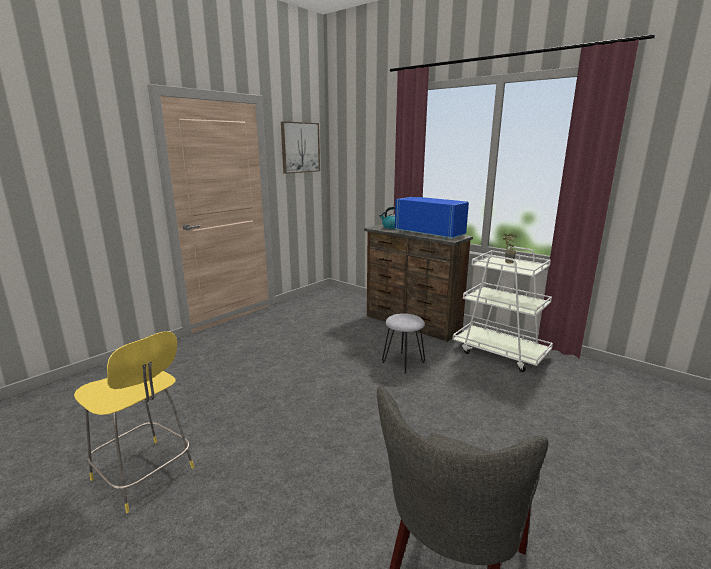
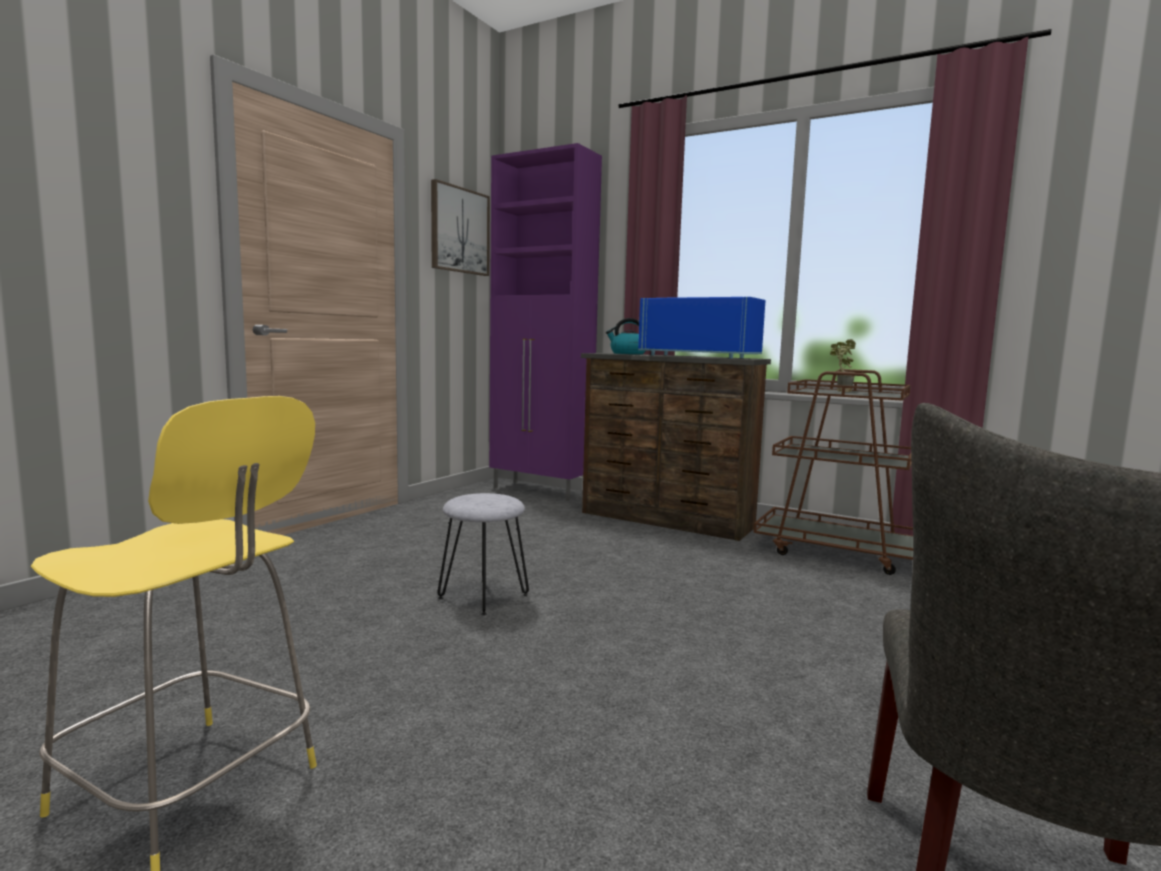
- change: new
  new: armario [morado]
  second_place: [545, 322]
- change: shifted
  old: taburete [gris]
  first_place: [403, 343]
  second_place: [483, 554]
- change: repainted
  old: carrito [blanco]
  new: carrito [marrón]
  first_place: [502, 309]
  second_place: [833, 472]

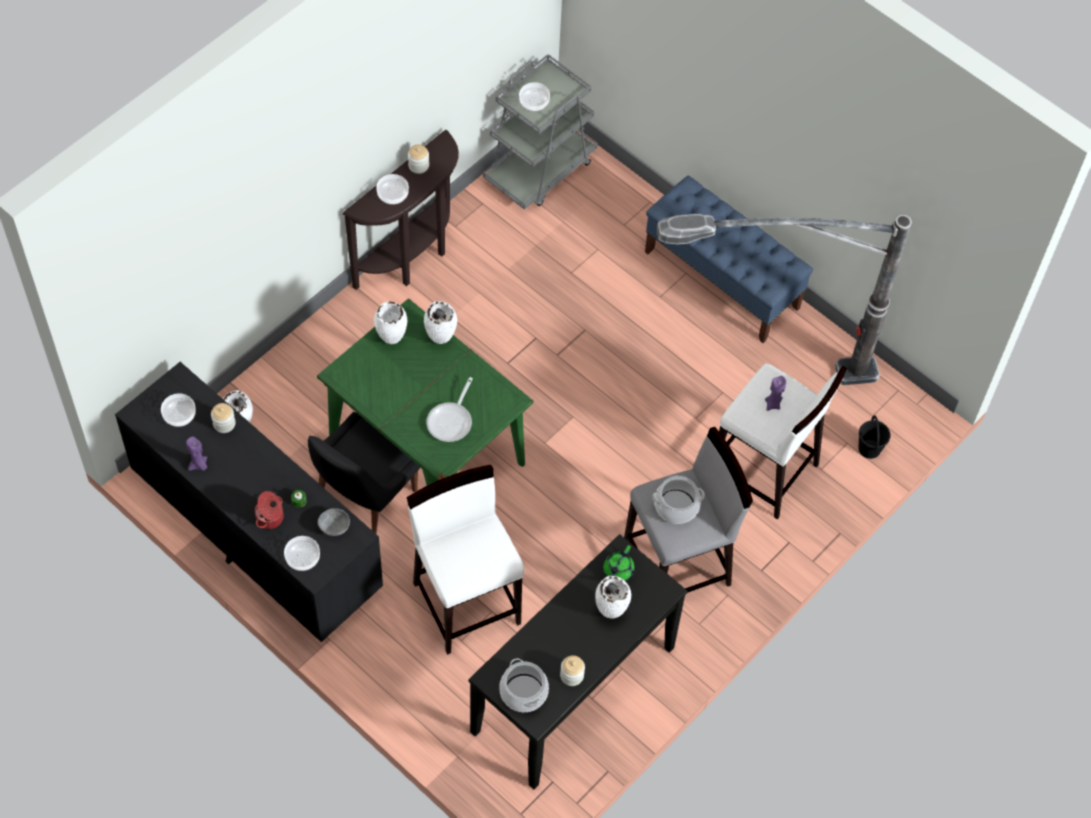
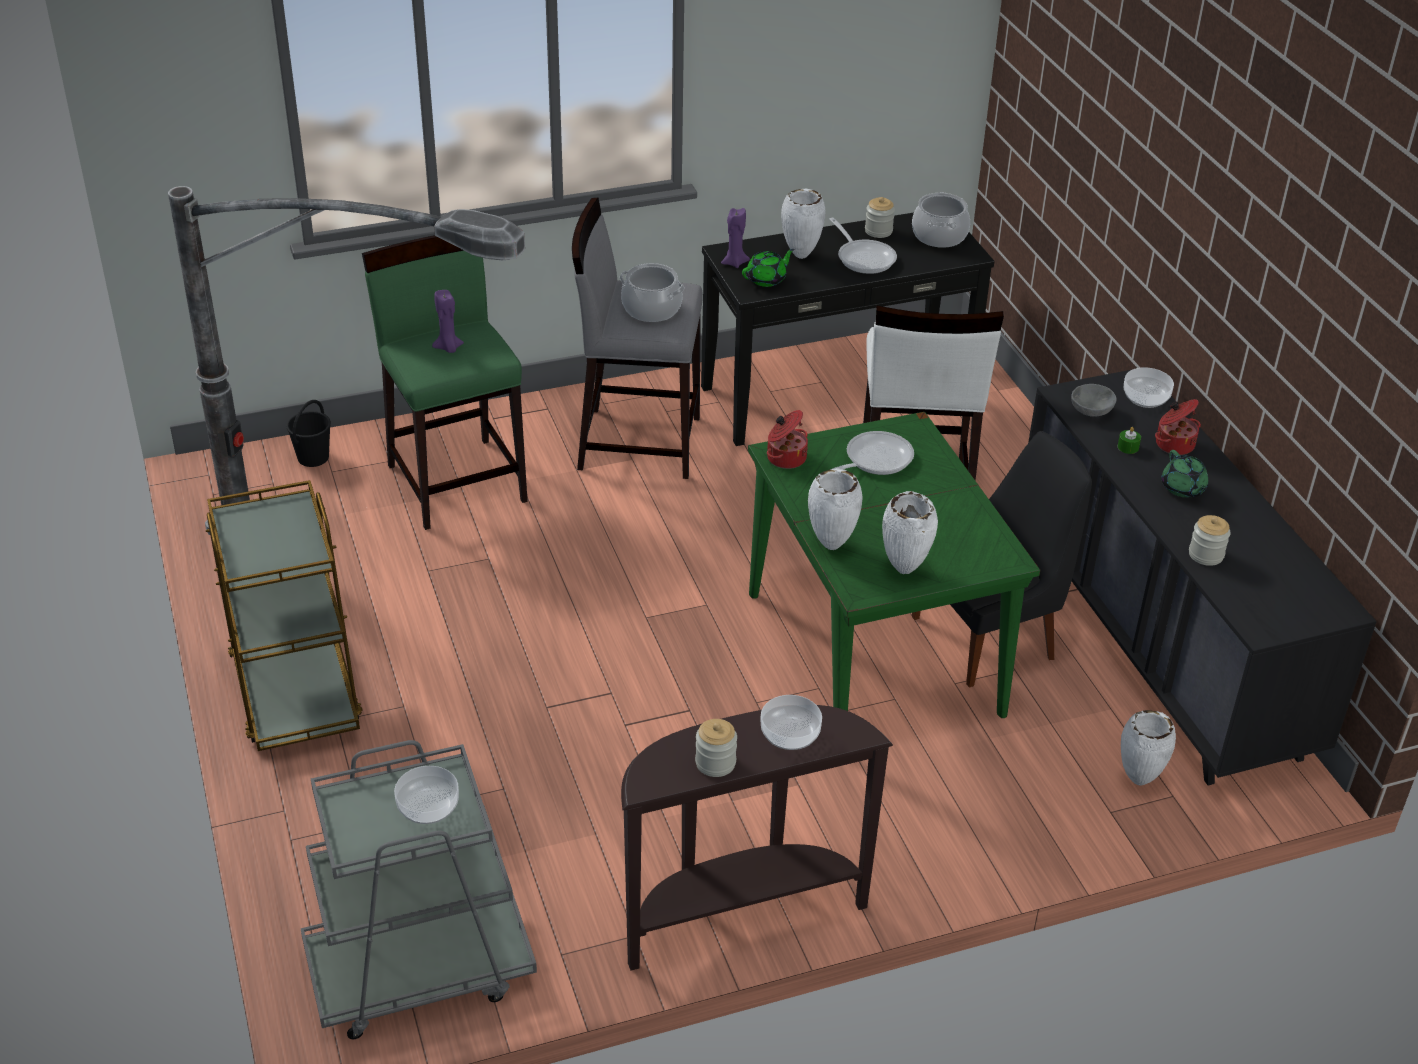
- change: gone
  old: cuenco
  first_place: [178, 410]
- change: new
  new: olla
  second_place: [787, 439]
- change: new
  new: sartén
  second_place: [863, 246]
- change: new
  new: tetera [verde]
  second_place: [1184, 474]
- change: shifted
  old: vela [morado]
  first_place: [196, 454]
  second_place: [735, 238]
- change: swapped
  old: banco [azul]
  new: carrito [marrón]
  first_place: [729, 259]
  second_place: [284, 615]
- change: repainted
  old: taburete [blanco]
  new: taburete [verde]
  first_place: [783, 441]
  second_place: [445, 382]

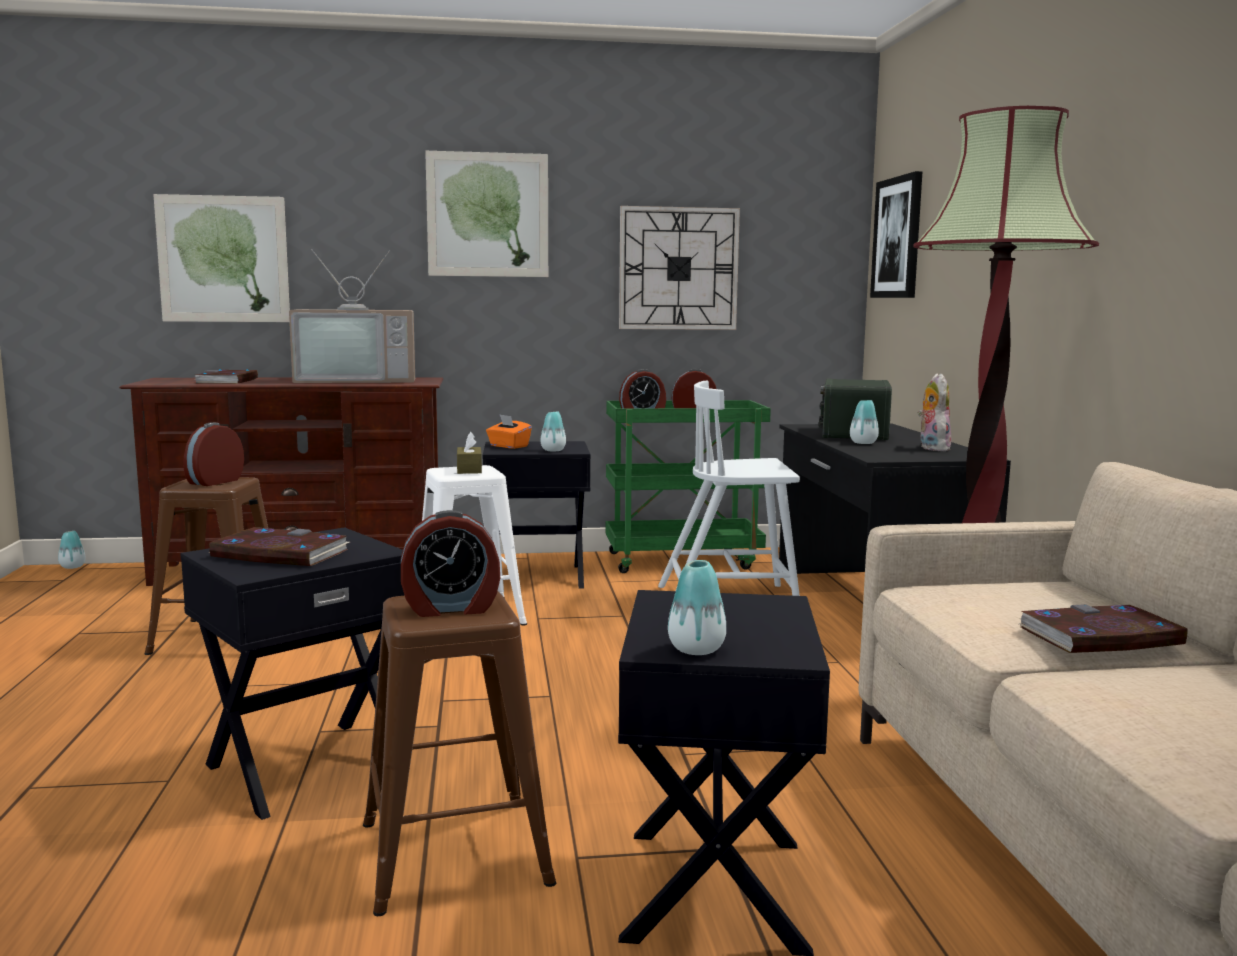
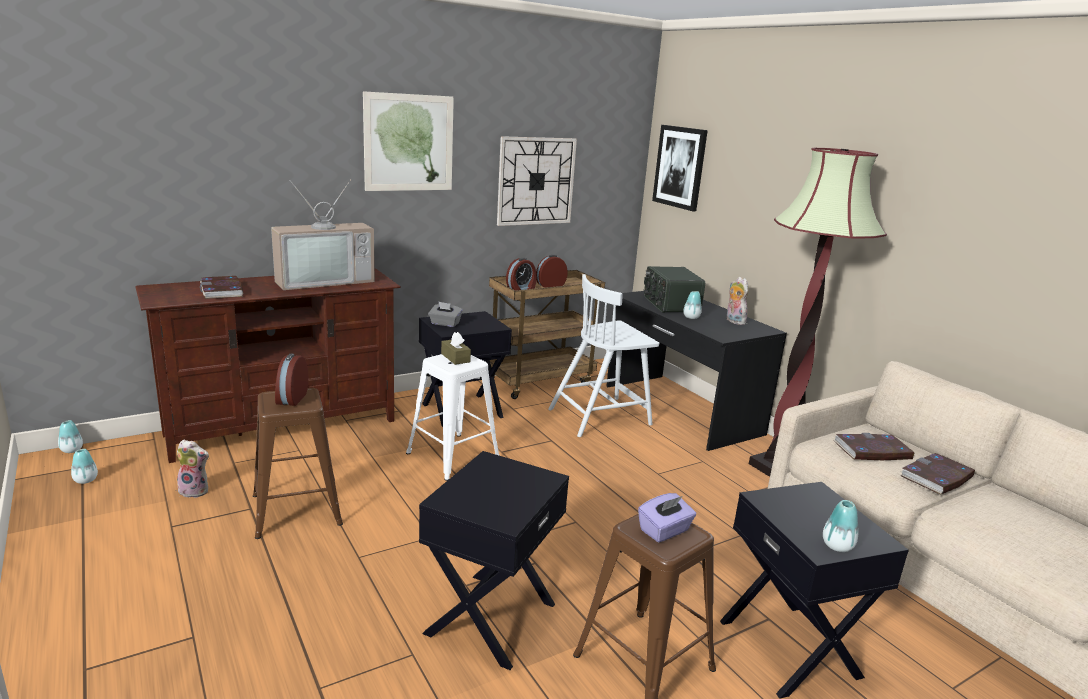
- change: gone
  old: cuadro
  first_place: [222, 258]
- change: new
  new: peluche
  second_place: [192, 469]
- change: shifted
  old: libro
  first_place: [279, 546]
  second_place: [874, 446]
- change: shifted
  old: florero
  first_place: [553, 431]
  second_place: [84, 466]
- change: swapped
  old: despertador
  new: caja de pañuelos [morado]
  first_place: [450, 563]
  second_place: [667, 517]
- change: repainted
  old: caja de pañuelos [naranja]
  new: caja de pañuelos [gris]
  first_place: [509, 432]
  second_place: [445, 314]
- change: repainted
  old: carrito [verde]
  new: carrito [marrón]
  first_place: [688, 486]
  second_place: [547, 334]

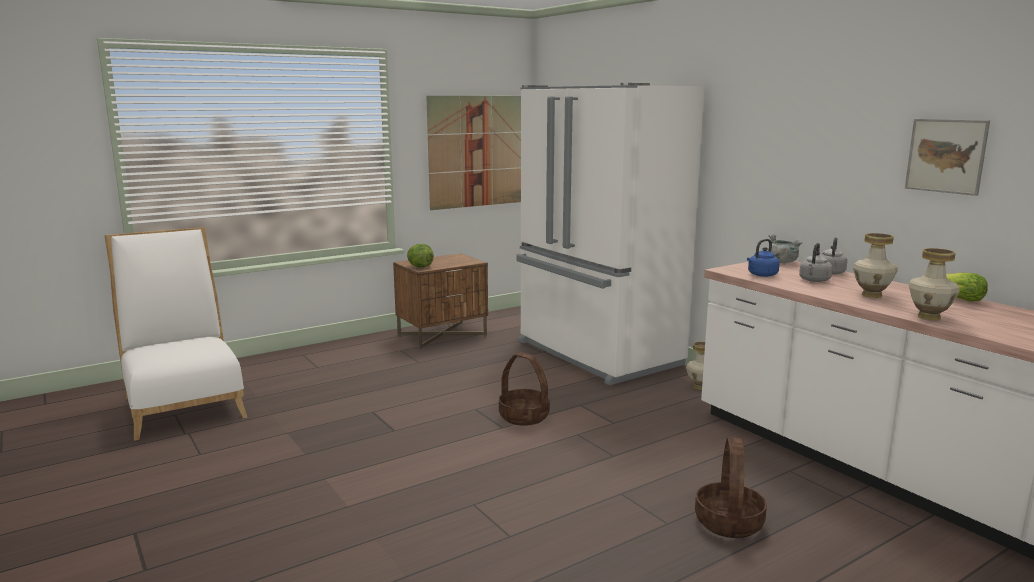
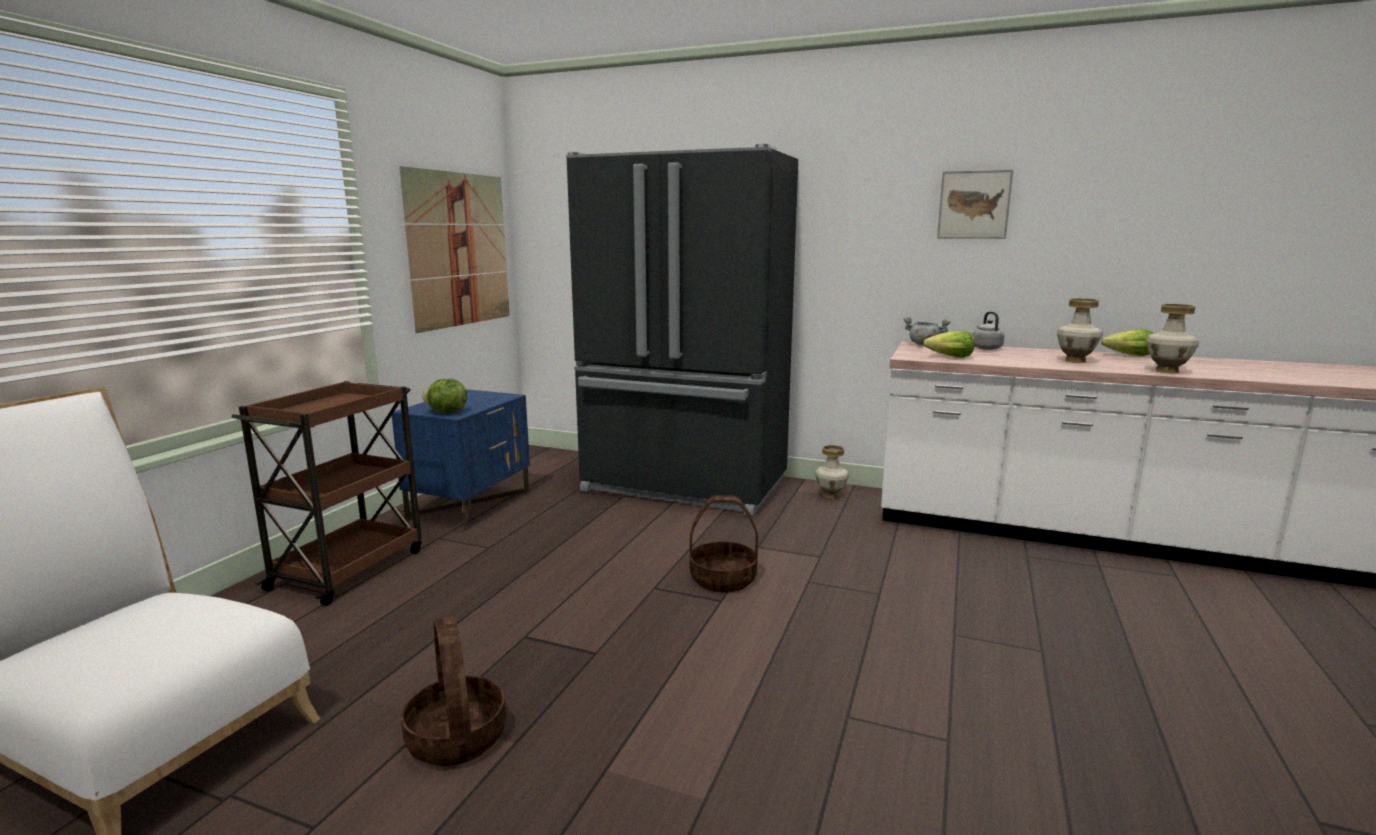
- change: gone
  old: hervidor [gris]
  first_place: [815, 262]
- change: new
  new: carrito [marrón]
  second_place: [326, 493]
- change: shifted
  old: cesta
  first_place: [731, 487]
  second_place: [453, 691]
- change: shifted
  old: cuadro
  first_place: [947, 157]
  second_place: [975, 204]
- change: swapped
  old: hervidor [azul]
  new: lechuga
  first_place: [763, 258]
  second_place: [949, 344]
- change: repainted
  old: mesita de noche [marrón]
  new: mesita de noche [azul]
  first_place: [440, 301]
  second_place: [461, 459]
- change: repainted
  old: nevera [blanco]
  new: nevera [negro]
  first_place: [610, 234]
  second_place: [682, 330]

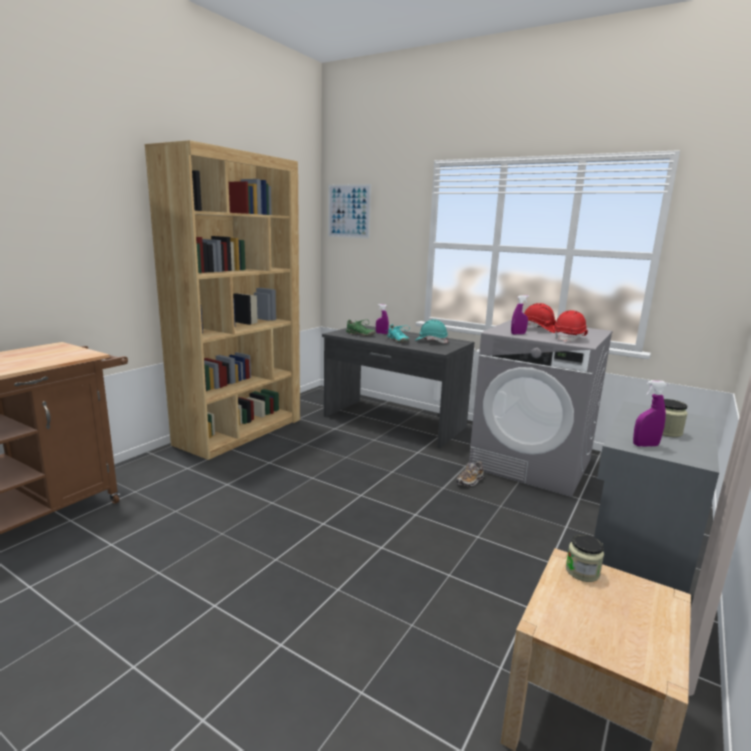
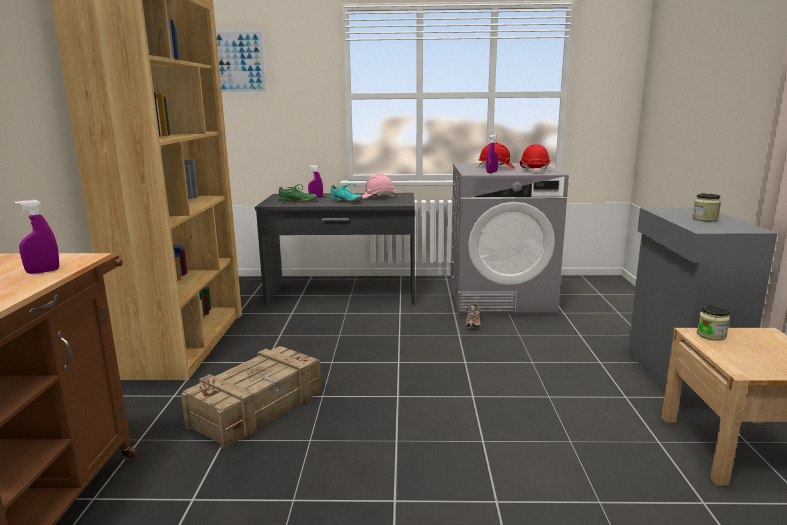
- change: new
  new: caja de embalaje
  second_place: [251, 398]
- change: shifted
  old: pulverizador [morado]
  first_place: [650, 414]
  second_place: [37, 237]
- change: repainted
  old: casco [turquesa]
  new: casco [rosa]
  first_place: [431, 331]
  second_place: [378, 186]

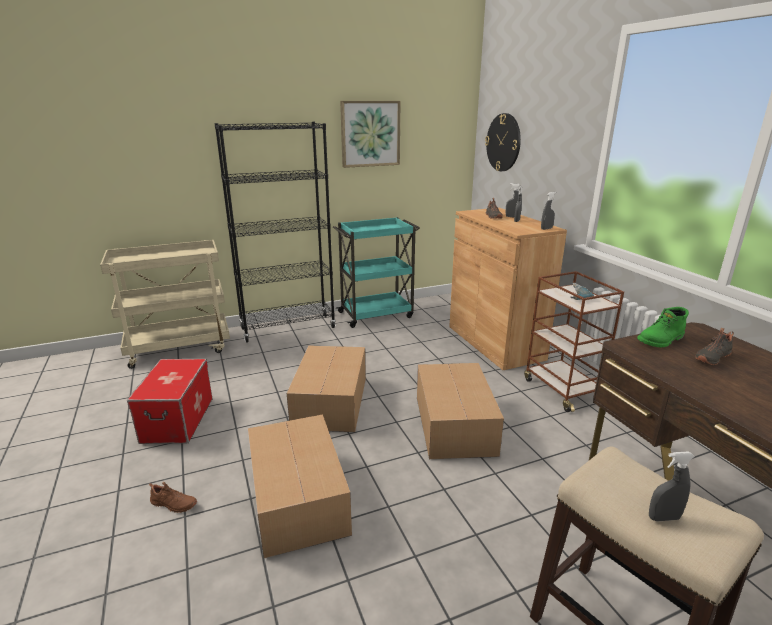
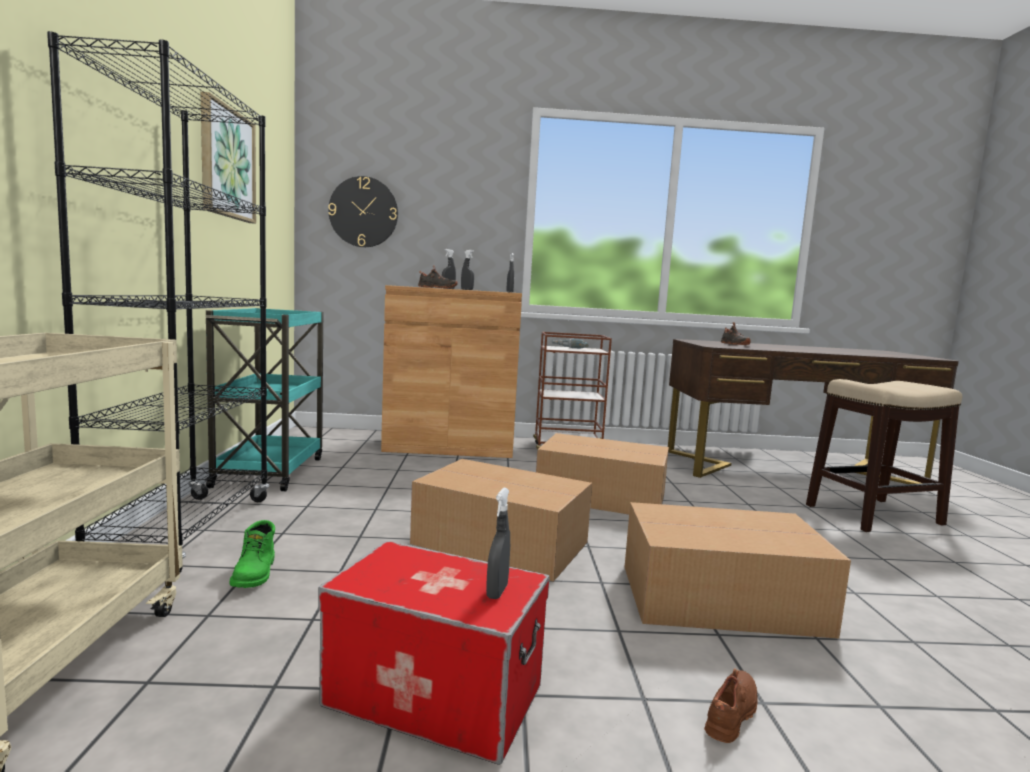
- change: shifted
  old: bota [verde]
  first_place: [663, 327]
  second_place: [252, 554]
- change: shifted
  old: pulverizador [gris]
  first_place: [672, 487]
  second_place: [498, 543]

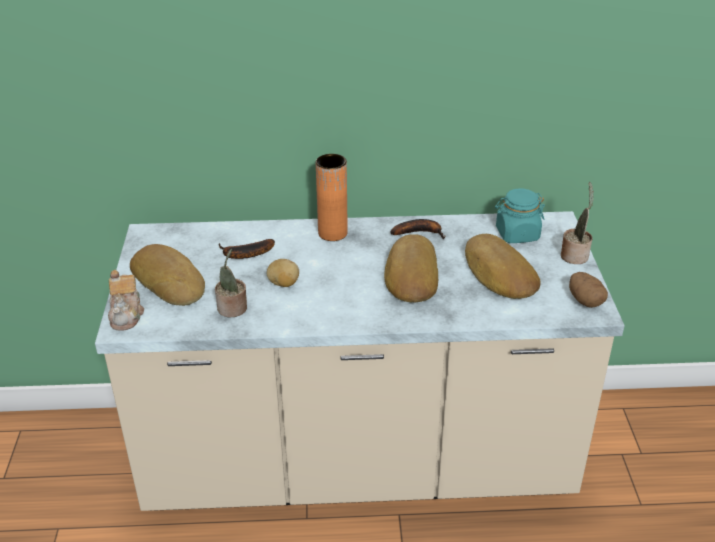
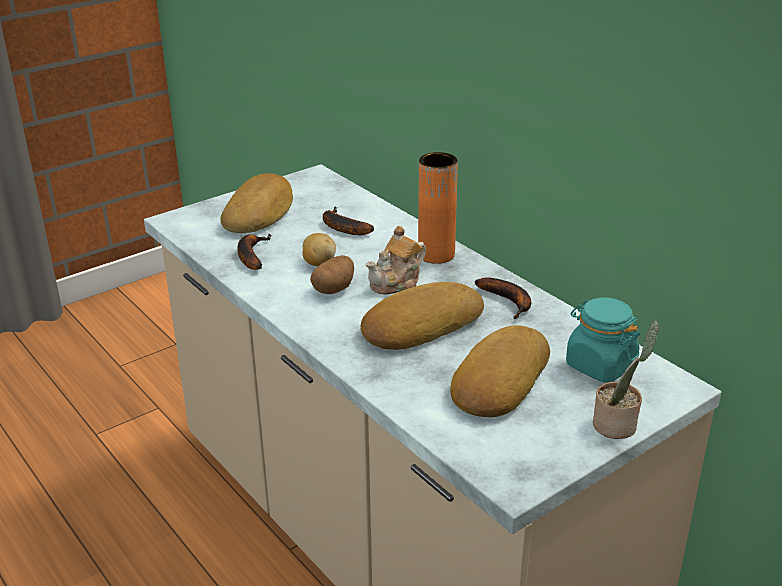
- change: shifted
  old: tetera
  first_place: [126, 300]
  second_place: [396, 260]
- change: shifted
  old: patata
  first_place: [588, 290]
  second_place: [332, 274]
- change: swapped
  old: planta en maceta
  new: plátano
  first_place: [231, 283]
  second_place: [254, 252]

